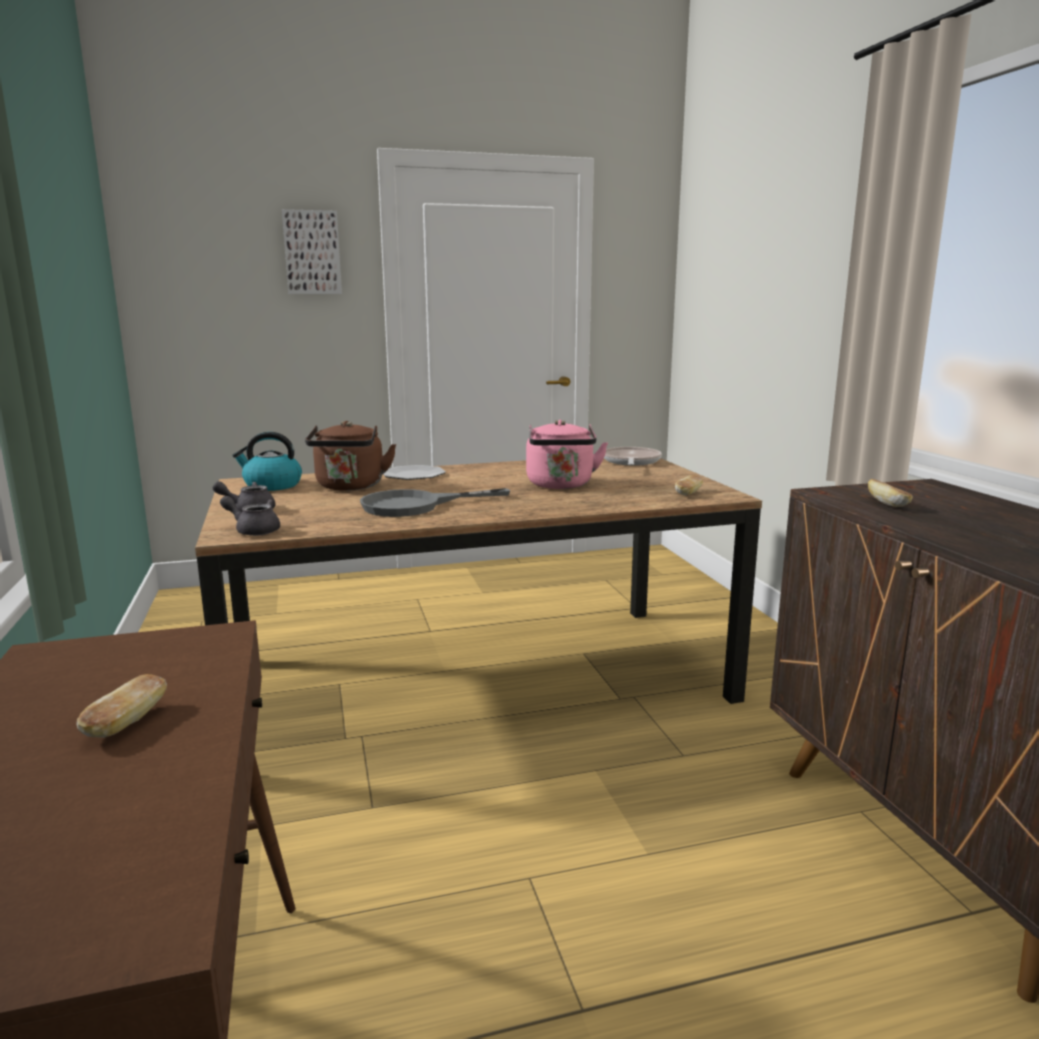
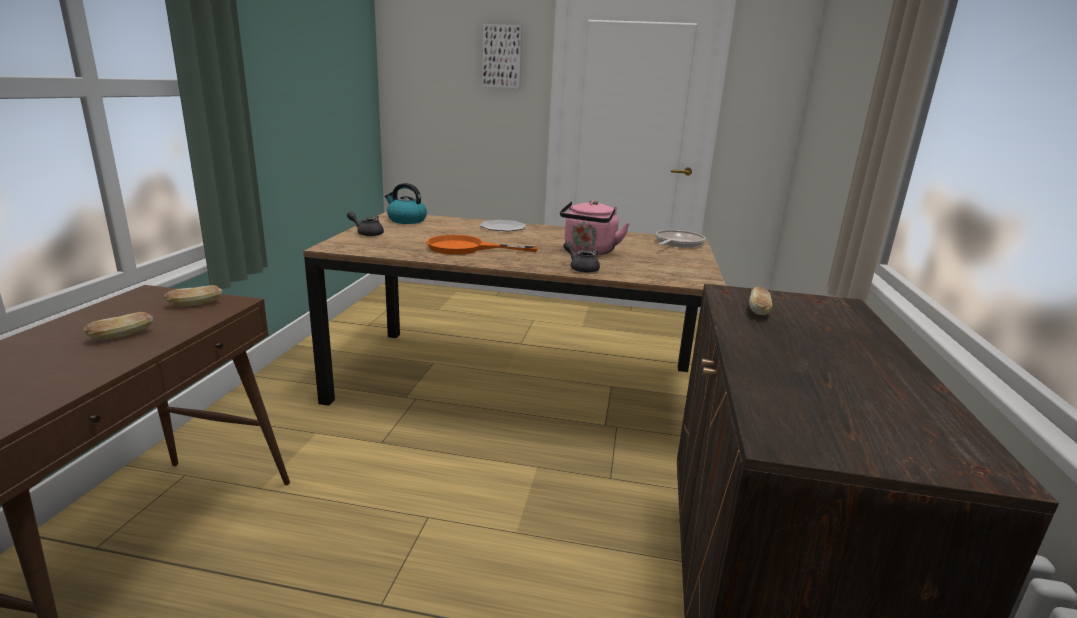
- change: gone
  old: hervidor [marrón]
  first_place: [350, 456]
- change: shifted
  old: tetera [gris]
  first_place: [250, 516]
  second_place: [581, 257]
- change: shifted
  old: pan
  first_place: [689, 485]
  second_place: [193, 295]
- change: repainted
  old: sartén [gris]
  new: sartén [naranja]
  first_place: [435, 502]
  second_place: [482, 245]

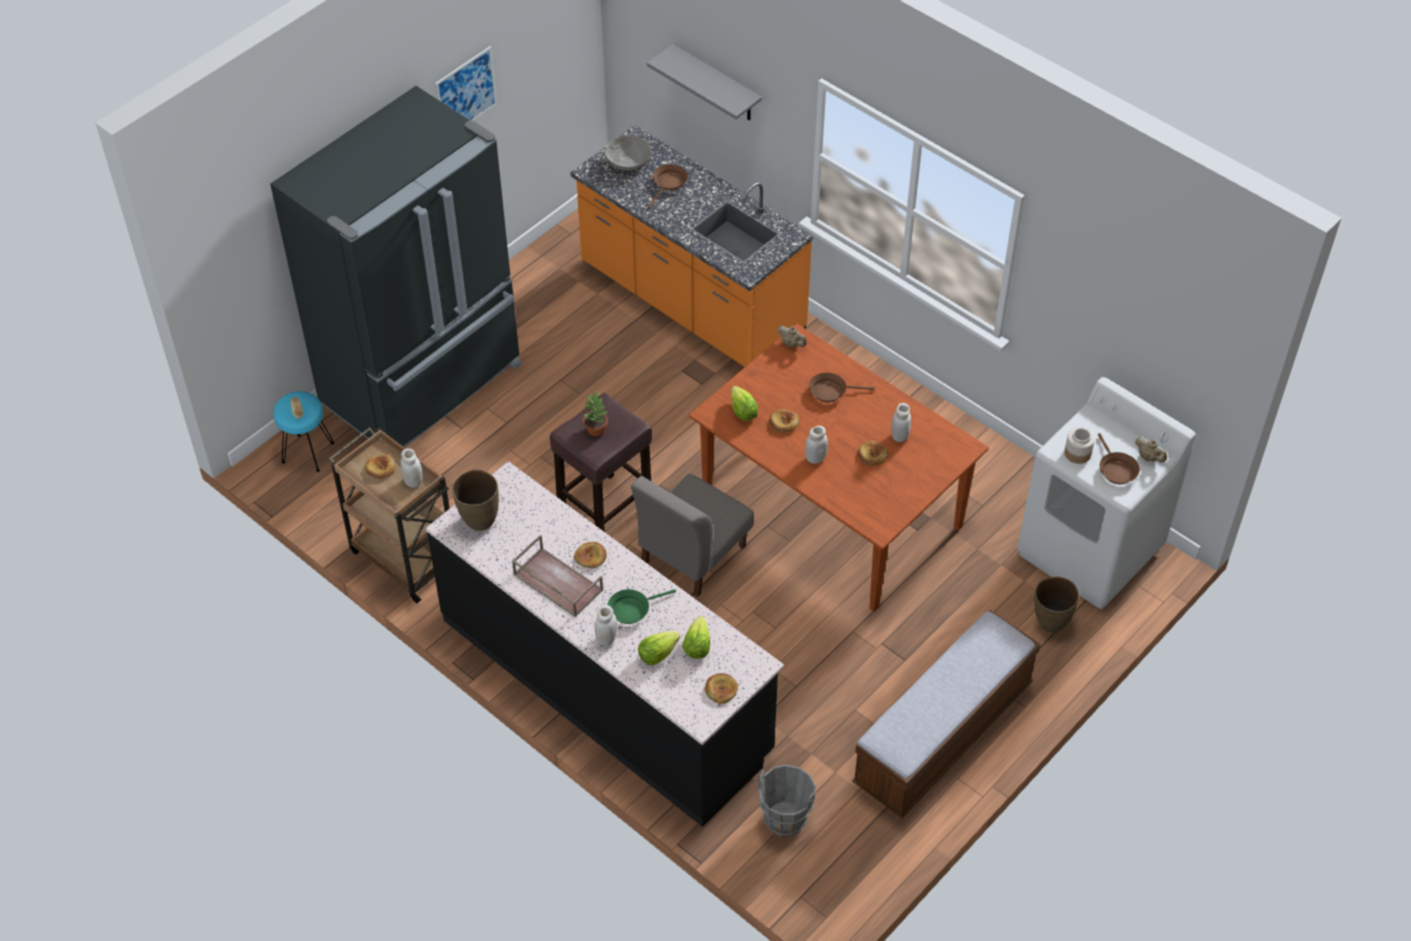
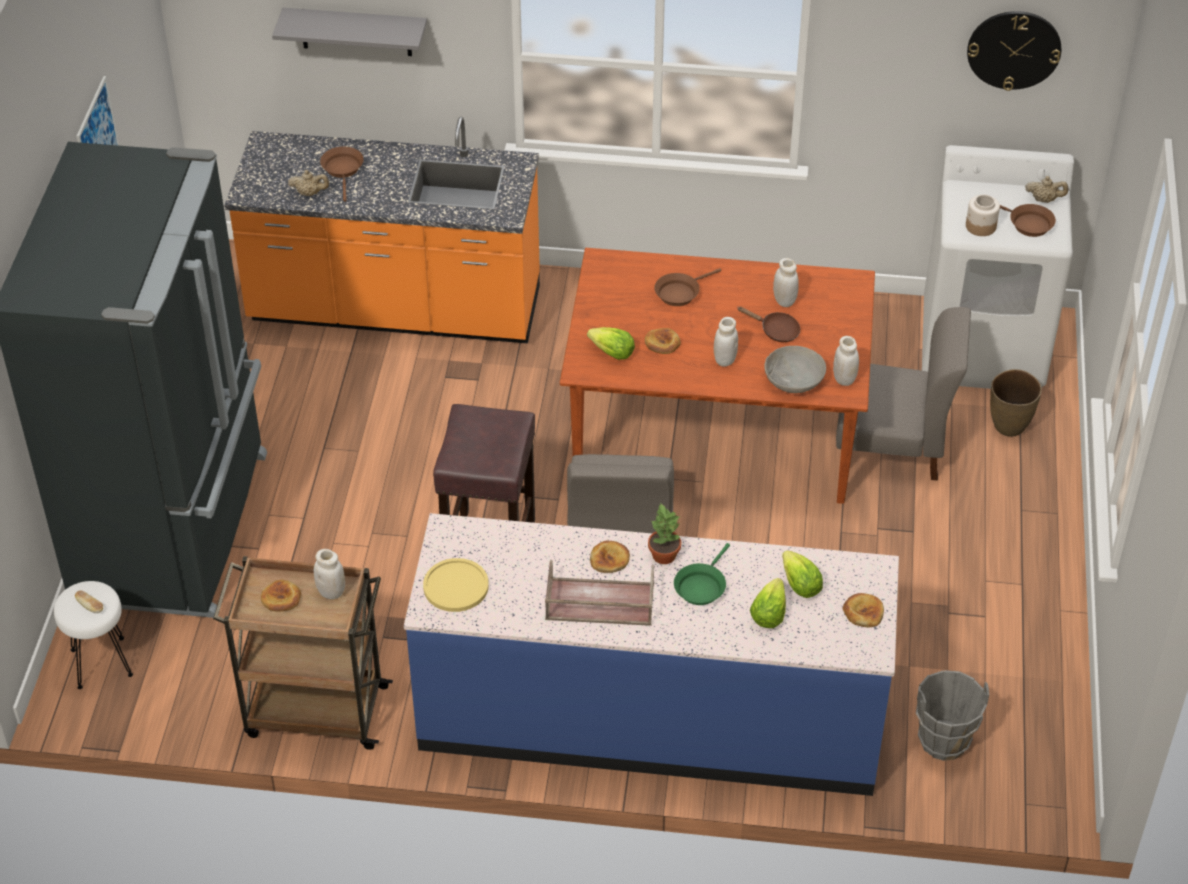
- change: gone
  old: banco
  first_place: [946, 714]
- change: new
  new: silla [gris]
  second_place: [903, 394]
- change: new
  new: reloj de pared
  second_place: [1014, 51]
- change: shifted
  old: planta en maceta
  first_place: [595, 413]
  second_place: [664, 533]
- change: shifted
  old: tarro [blanco]
  first_place: [606, 625]
  second_place: [846, 361]
- change: shifted
  old: cuenco [gris]
  first_place: [628, 153]
  second_place: [795, 369]
- change: shifted
  old: tetera [beis]
  first_place: [792, 336]
  second_place: [308, 183]
- change: swapped
  old: florero [marrón]
  new: plato [amarillo]
  first_place: [475, 500]
  second_place: [456, 585]
- change: swapped
  old: pan
  new: sartén [marrón]
  first_place: [872, 453]
  second_place: [769, 324]
- change: repainted
  old: taburete [turquesa]
  new: taburete [blanco]
  first_place: [304, 431]
  second_place: [93, 635]
- change: repainted
  old: mueble bajo de cocina [negro]
  new: mueble bajo de cocina [azul]
  first_place: [605, 644]
  second_place: [651, 654]

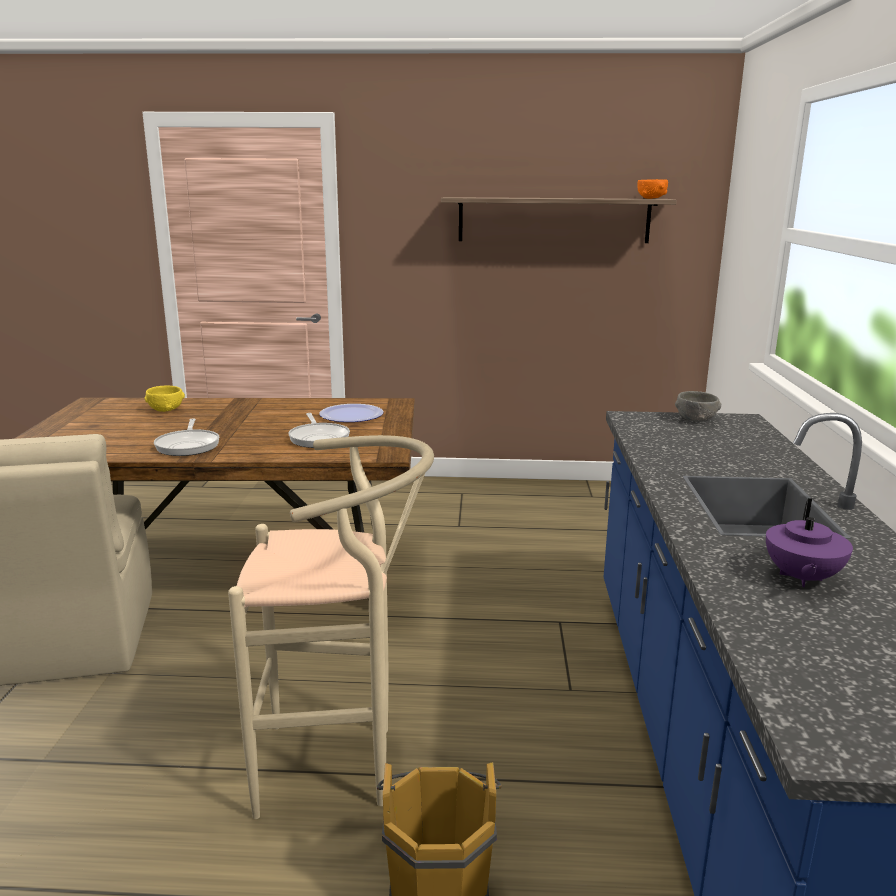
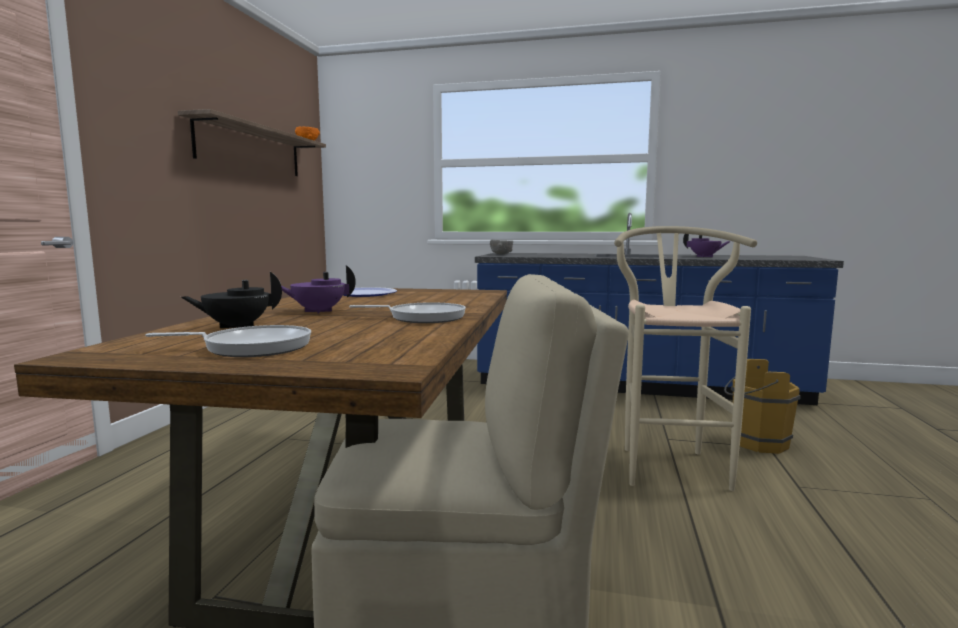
- change: new
  new: tetera [morado]
  second_place: [318, 289]
- change: shifted
  old: sartén
  first_place: [319, 430]
  second_place: [228, 341]
- change: swapped
  old: cuenco [amarillo]
  new: tetera [negro]
  first_place: [164, 398]
  second_place: [231, 300]

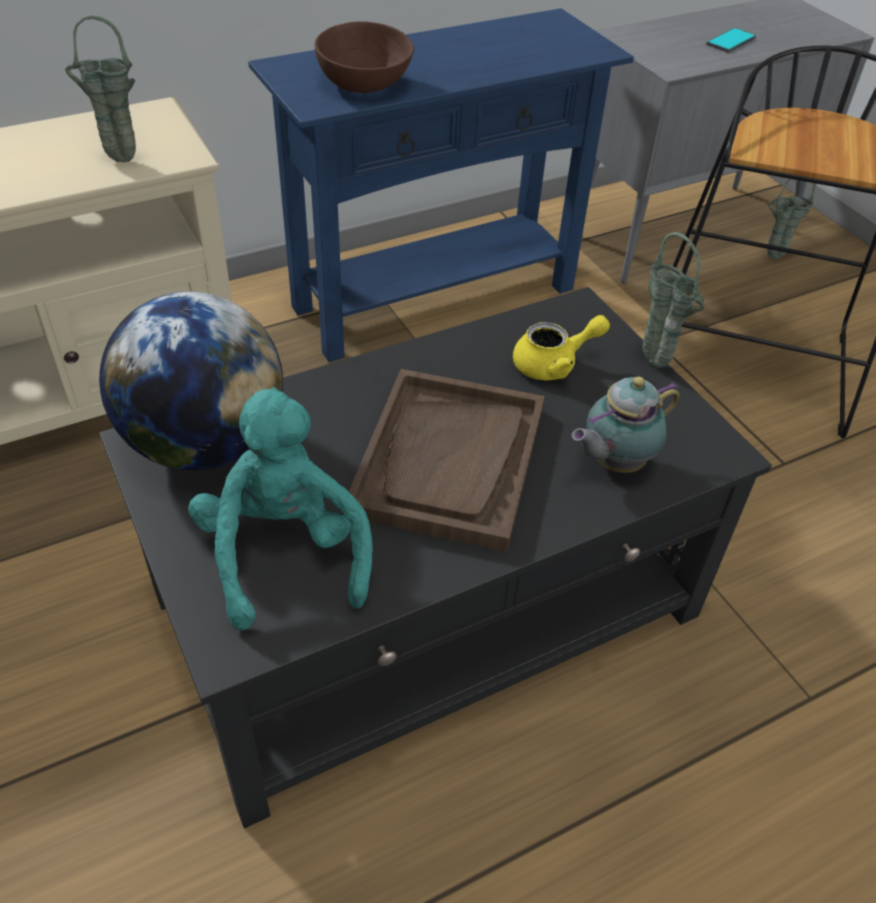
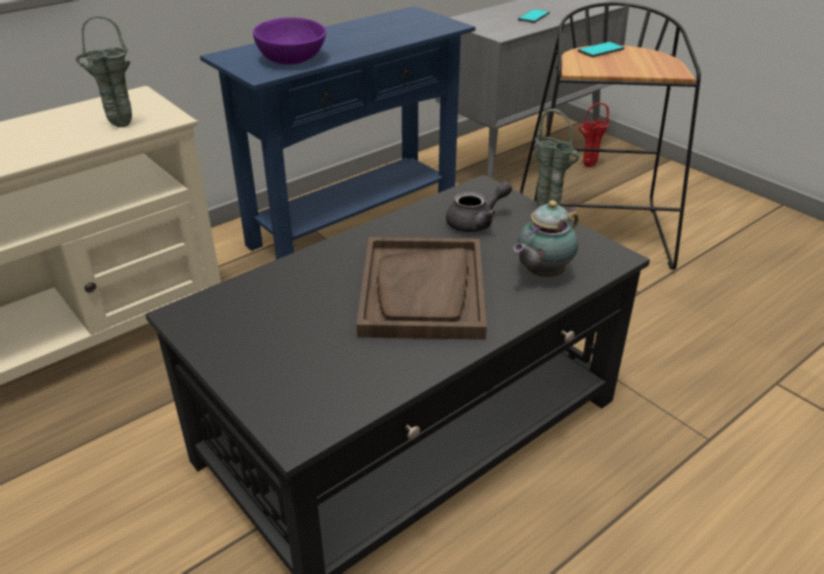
- change: gone
  old: globo terráqueo
  first_place: [191, 381]
- change: gone
  old: peluche [turquesa]
  first_place: [280, 508]
- change: new
  new: móvil
  second_place: [601, 49]
- change: repainted
  old: cuenco [marrón]
  new: cuenco [morado]
  first_place: [364, 57]
  second_place: [289, 41]
- change: repainted
  old: tetera [amarillo]
  new: tetera [gris]
  first_place: [561, 347]
  second_place: [479, 206]
- change: repainted
  old: florero [verde]
  new: florero [rojo]
  first_place: [792, 219]
  second_place: [594, 135]

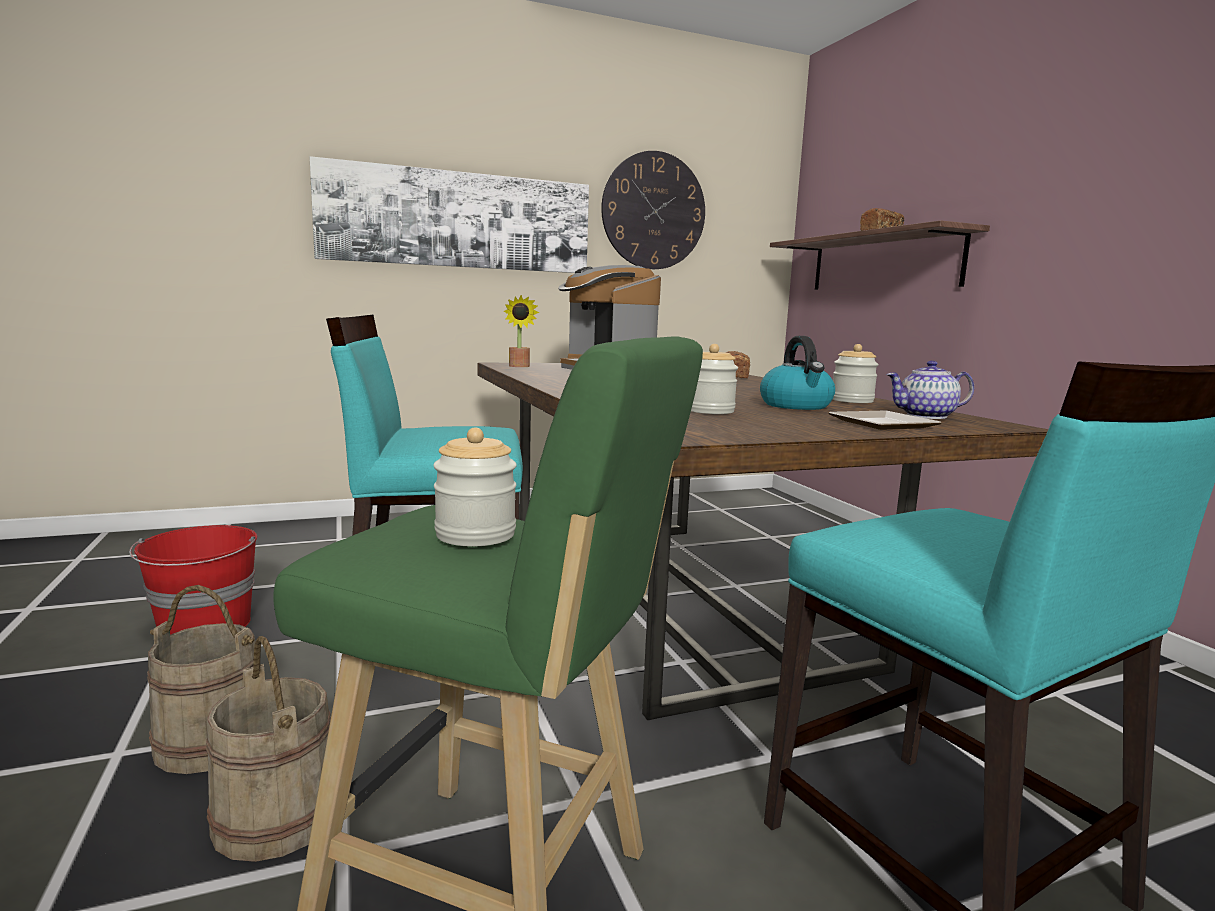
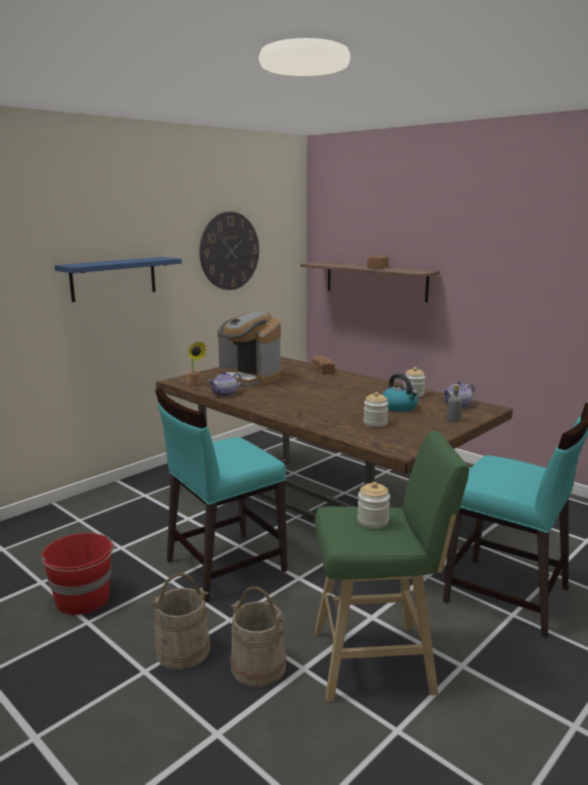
- change: new
  new: tetera
  second_place: [224, 384]
- change: swapped
  old: cuadro
  new: estante [azul]
  first_place: [449, 214]
  second_place: [118, 279]
- change: swapped
  old: plato
  new: botella [gris]
  first_place: [885, 420]
  second_place: [454, 403]

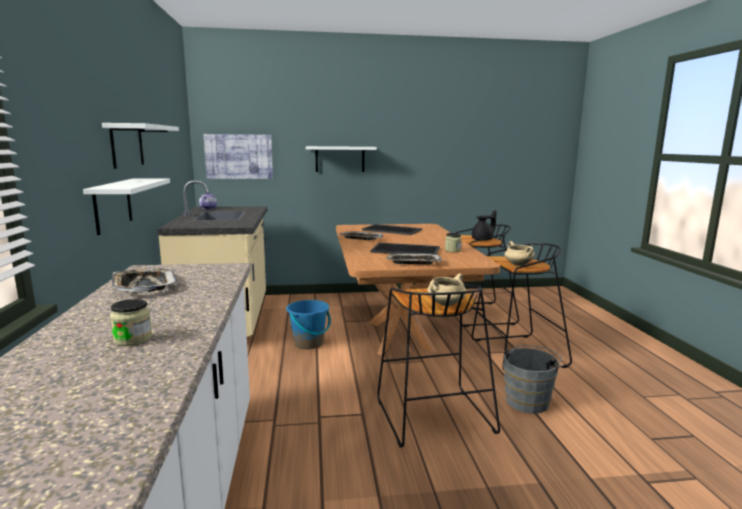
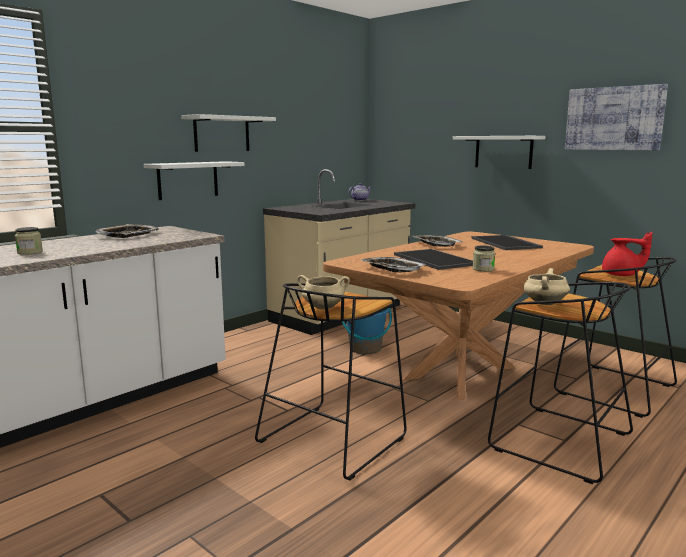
- change: gone
  old: cubo [gris]
  first_place: [533, 379]
- change: shifted
  old: cuadro
  first_place: [238, 156]
  second_place: [616, 117]
- change: repainted
  old: tetera [negro]
  new: tetera [rojo]
  first_place: [484, 225]
  second_place: [627, 254]

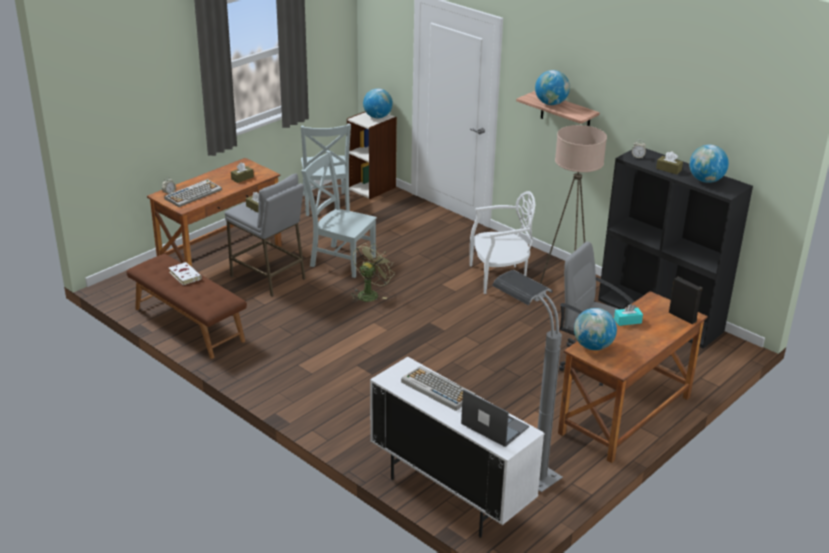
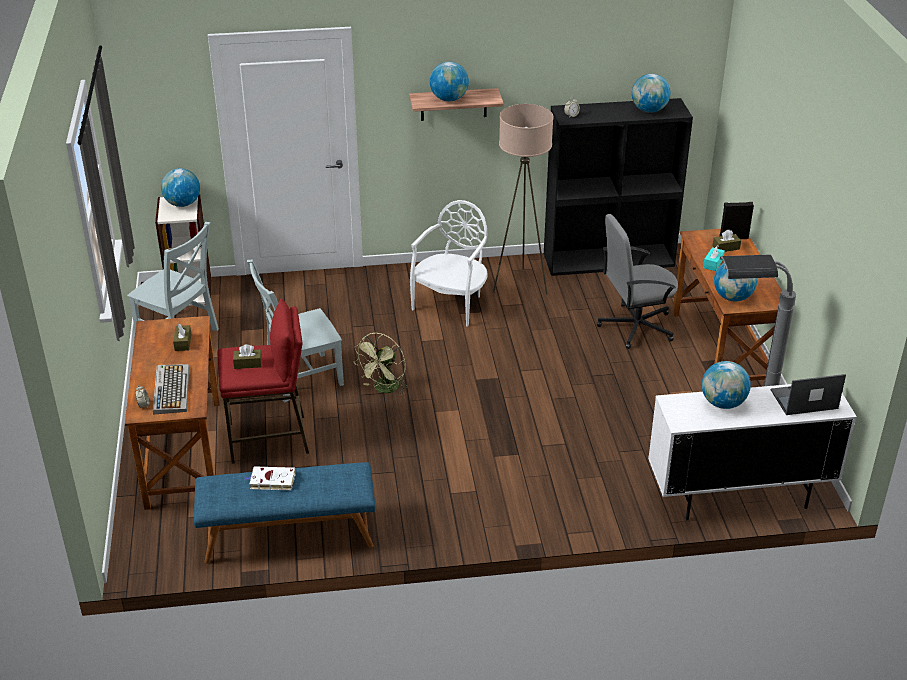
- change: shifted
  old: caja de pañuelos [marrón]
  first_place: [669, 162]
  second_place: [727, 241]
- change: swapped
  old: teclado
  new: globo terráqueo
  first_place: [438, 388]
  second_place: [726, 385]
- change: repainted
  old: banco [marrón]
  new: banco [azul]
  first_place: [186, 306]
  second_place: [285, 512]
- change: repainted
  old: taburete [gris]
  new: taburete [rojo]
  first_place: [265, 235]
  second_place: [263, 381]
- change: rotated
  old: ventilador [verde]
  first_place: [373, 272]
  second_place: [381, 363]
  degrees: -135

